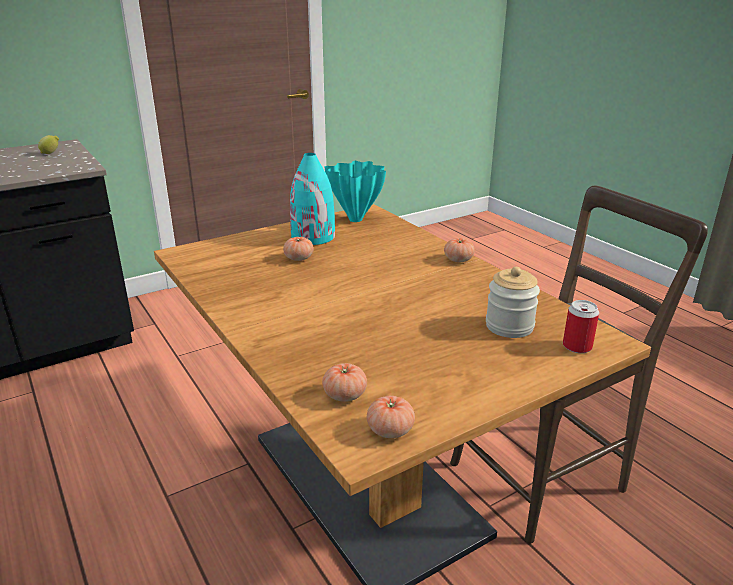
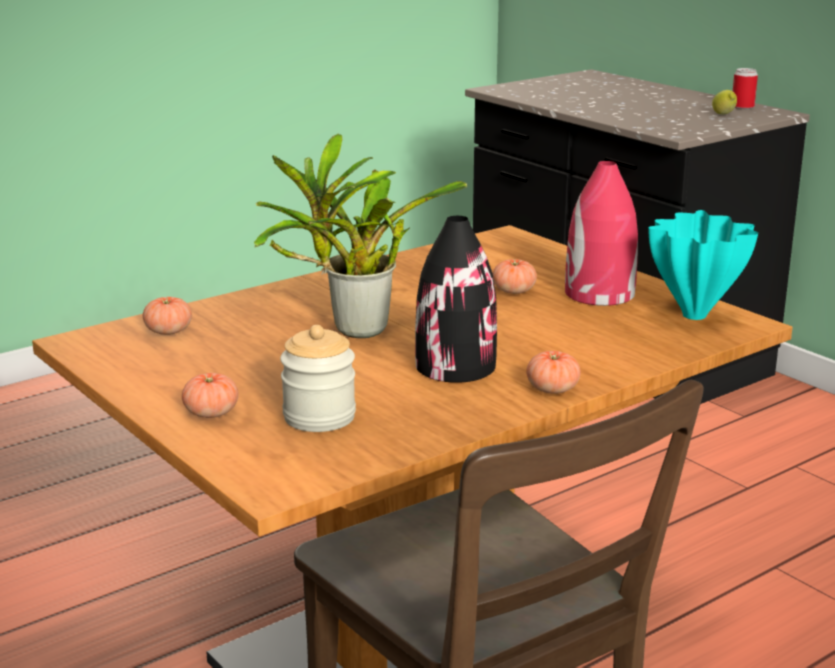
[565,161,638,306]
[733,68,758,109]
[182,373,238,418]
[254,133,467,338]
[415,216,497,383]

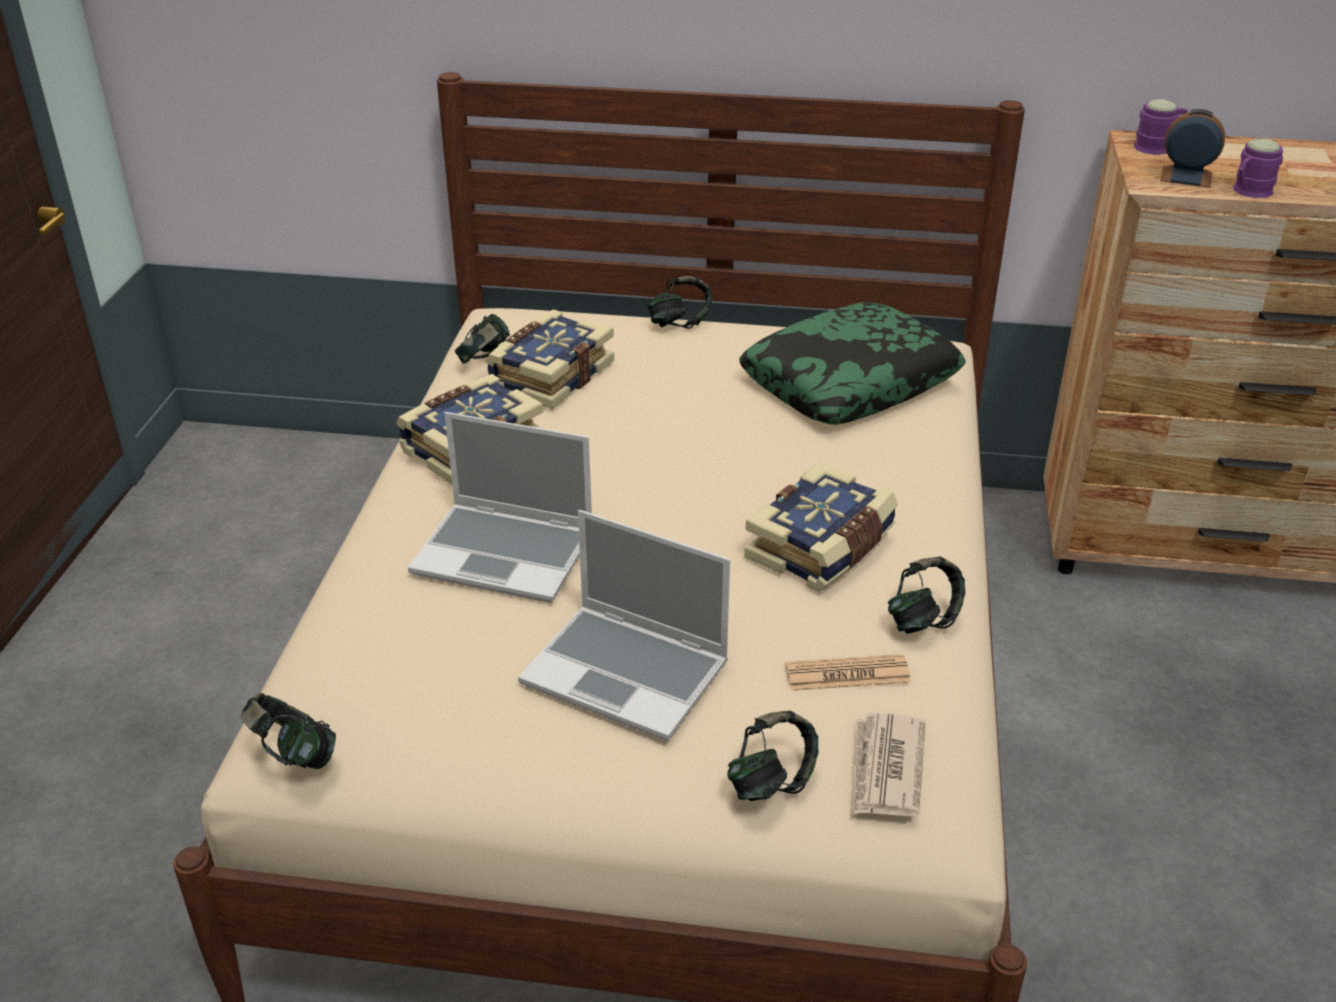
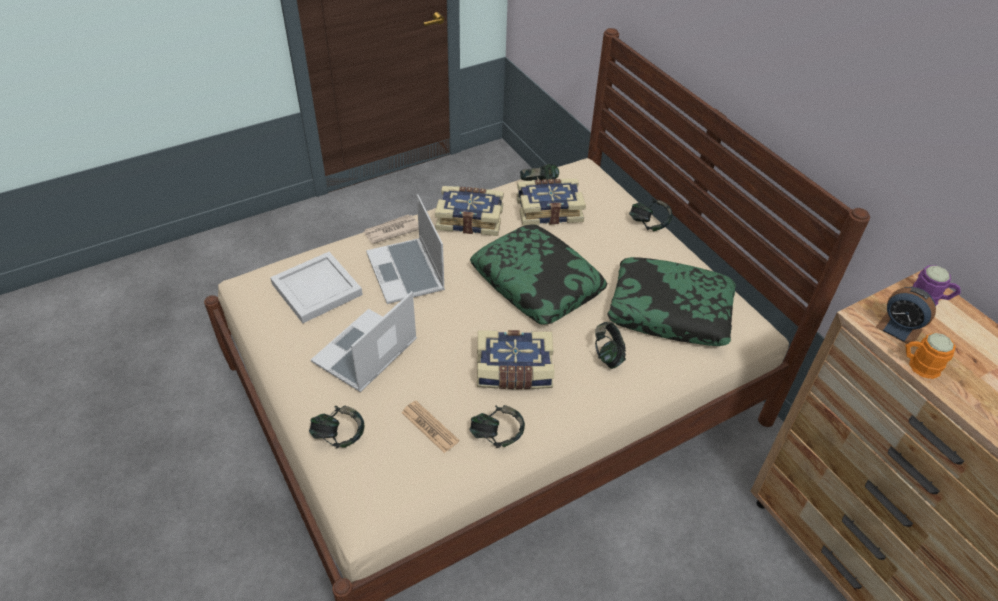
[876,287,936,344]
[905,333,956,379]
[311,291,417,392]
[595,322,626,369]
[364,215,419,244]
[470,224,607,325]
[270,252,363,323]

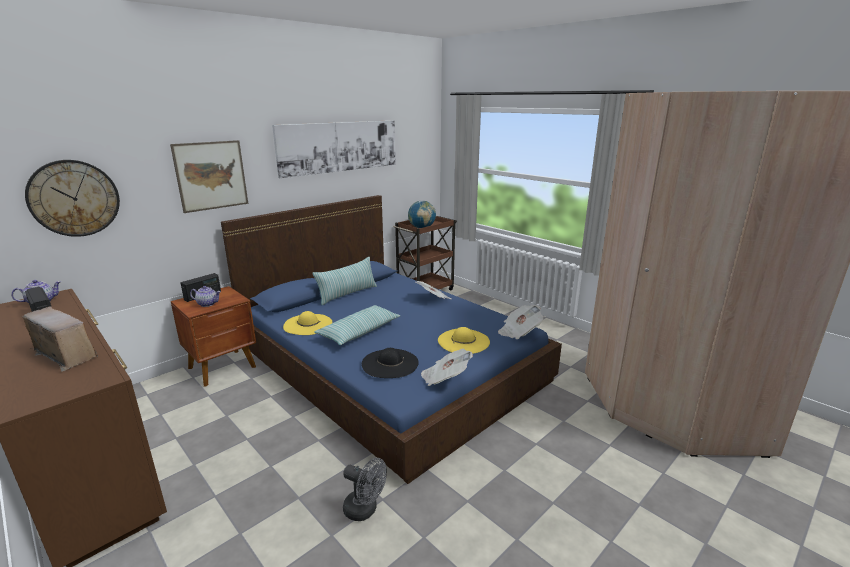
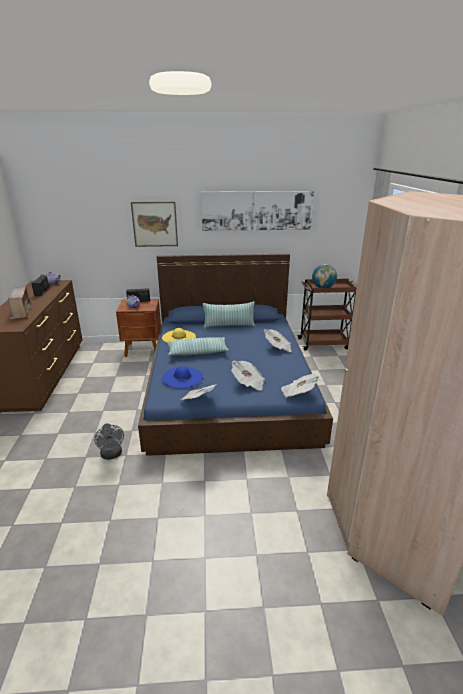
[25,160,120,237] (first image)
[231,361,265,391]
[162,366,203,389]

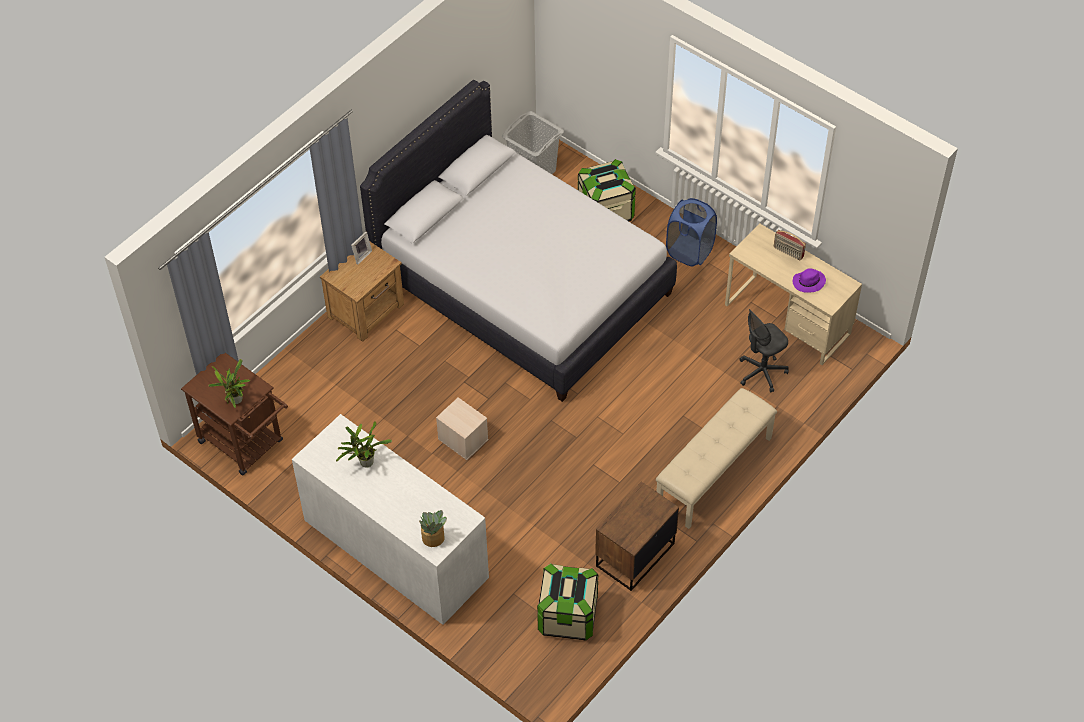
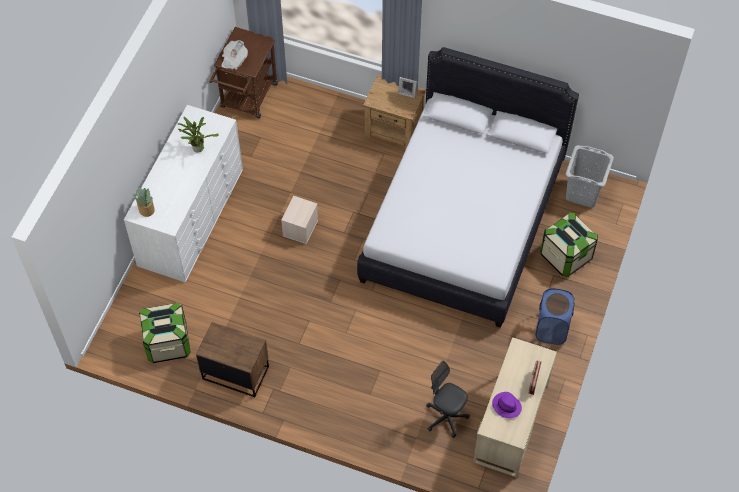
[222,40,248,70]
[656,388,777,529] (first image)

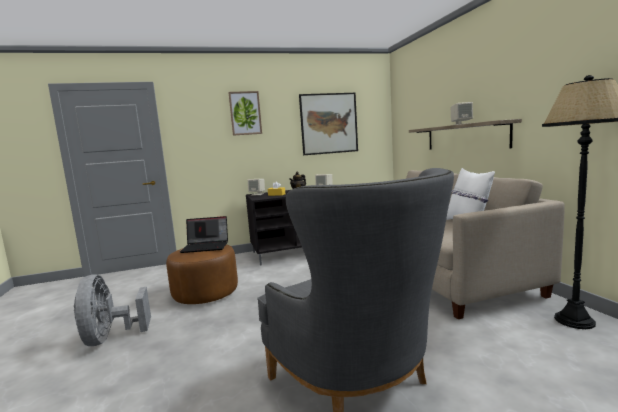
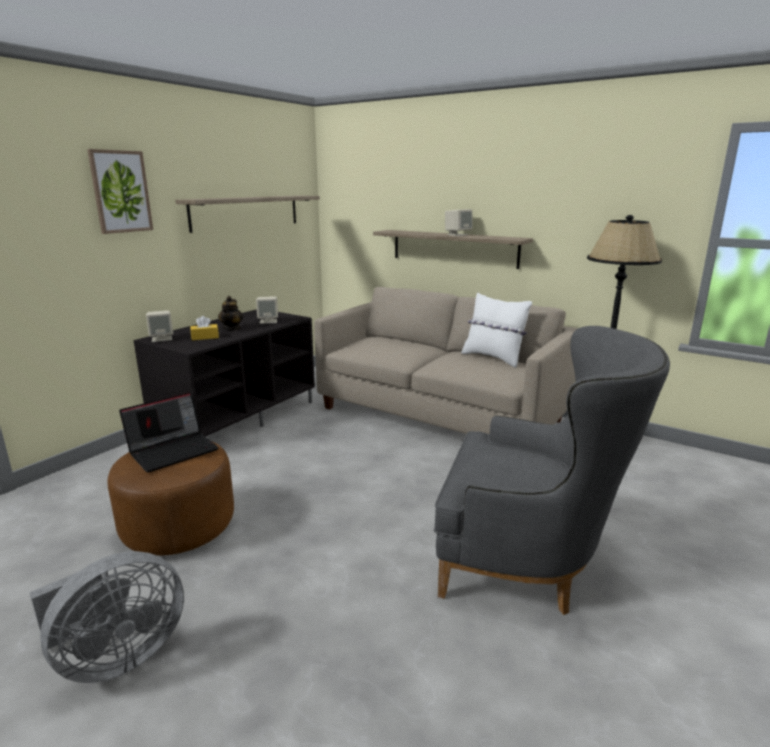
[175,196,320,233]
[29,551,184,683]

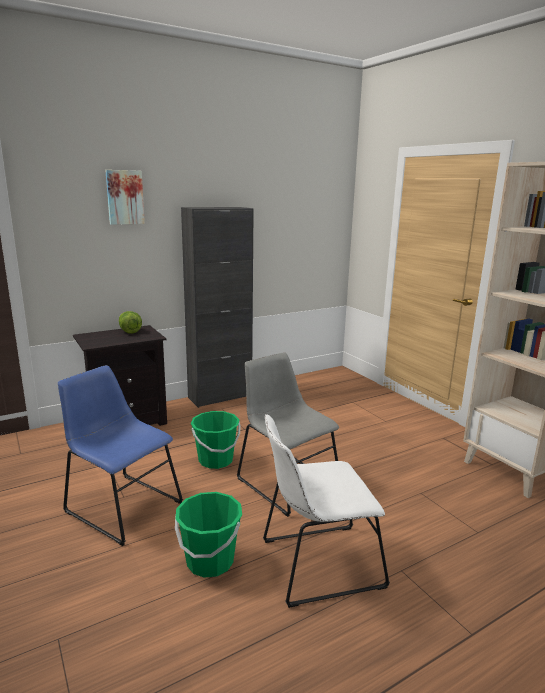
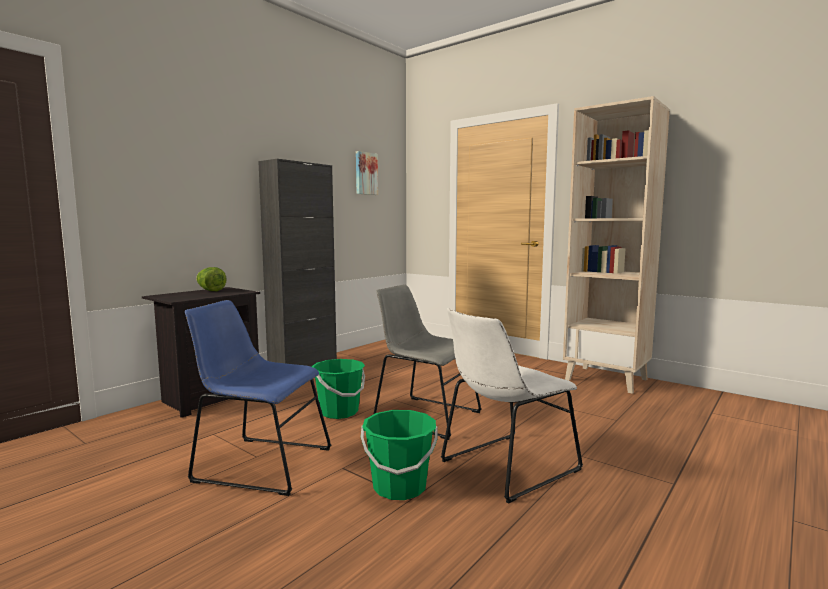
[356,151,378,195]

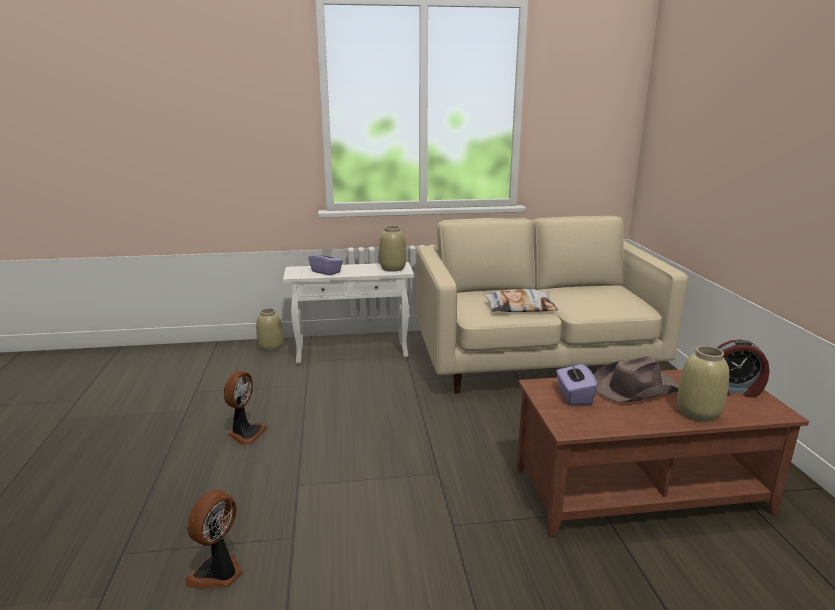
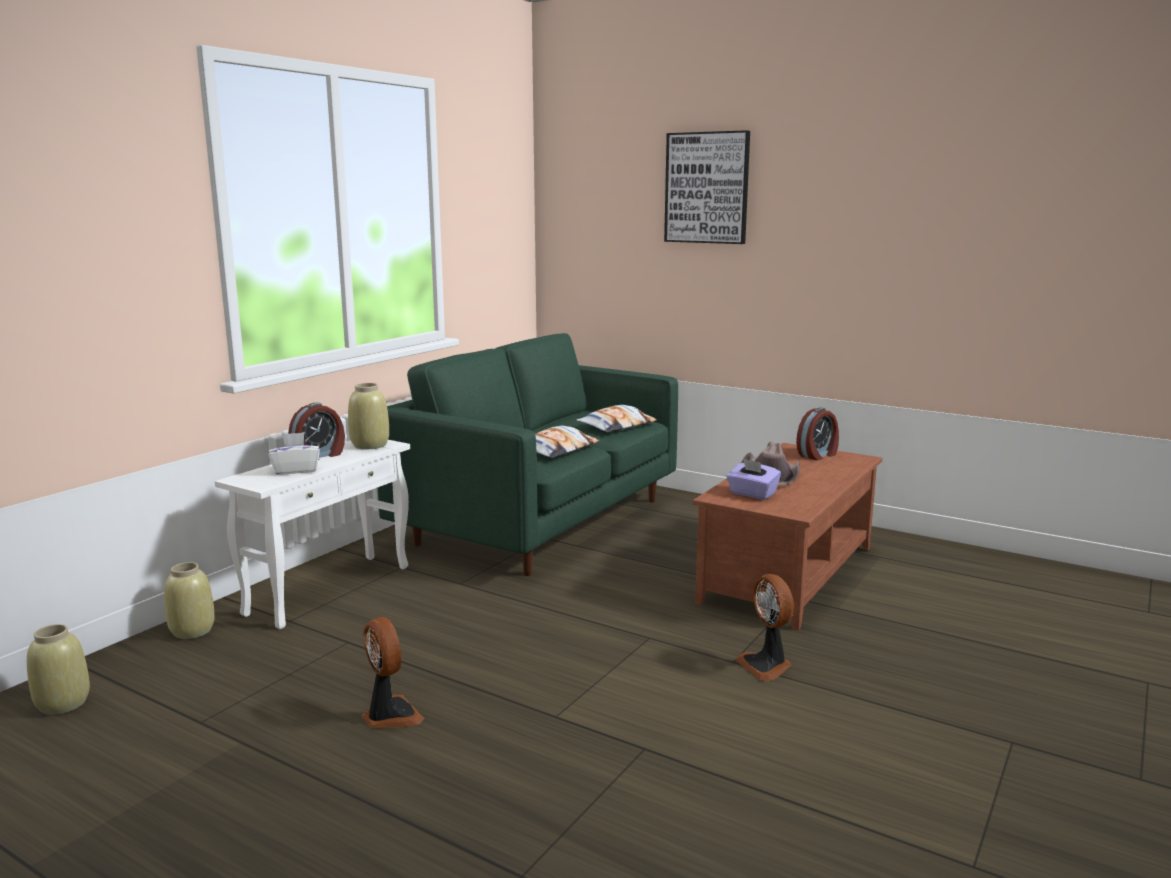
[378,333,678,576]
[268,432,320,475]
[27,624,90,715]
[735,574,794,681]
[664,130,750,244]
[288,403,345,460]
[576,405,657,432]

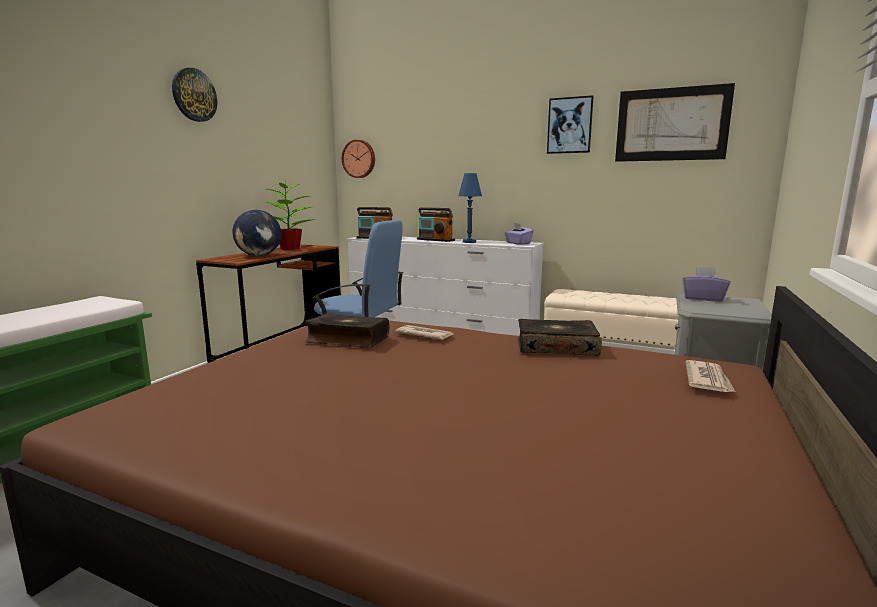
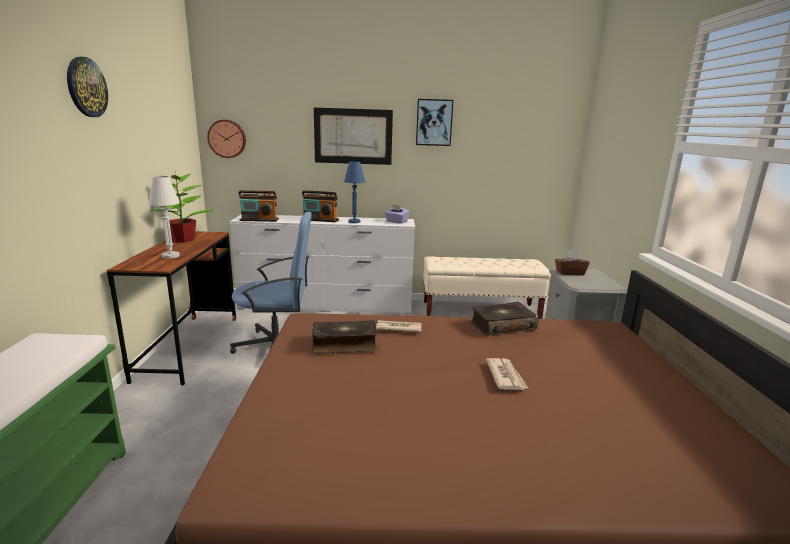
[314,108,393,165]
[148,176,180,259]
[555,251,590,276]
[486,358,529,390]

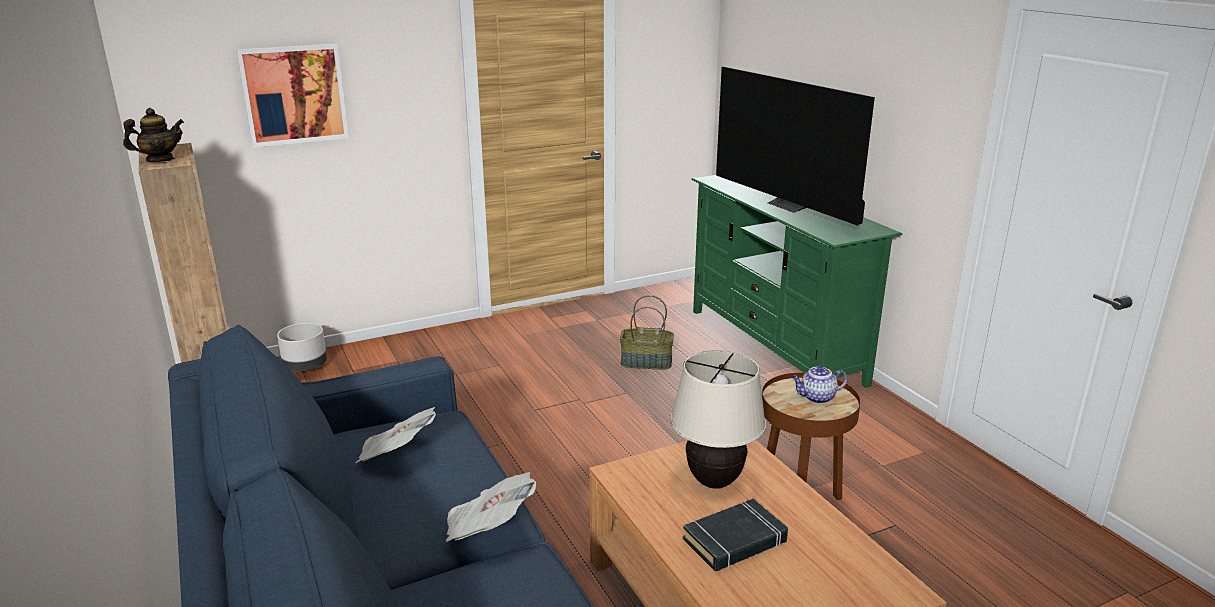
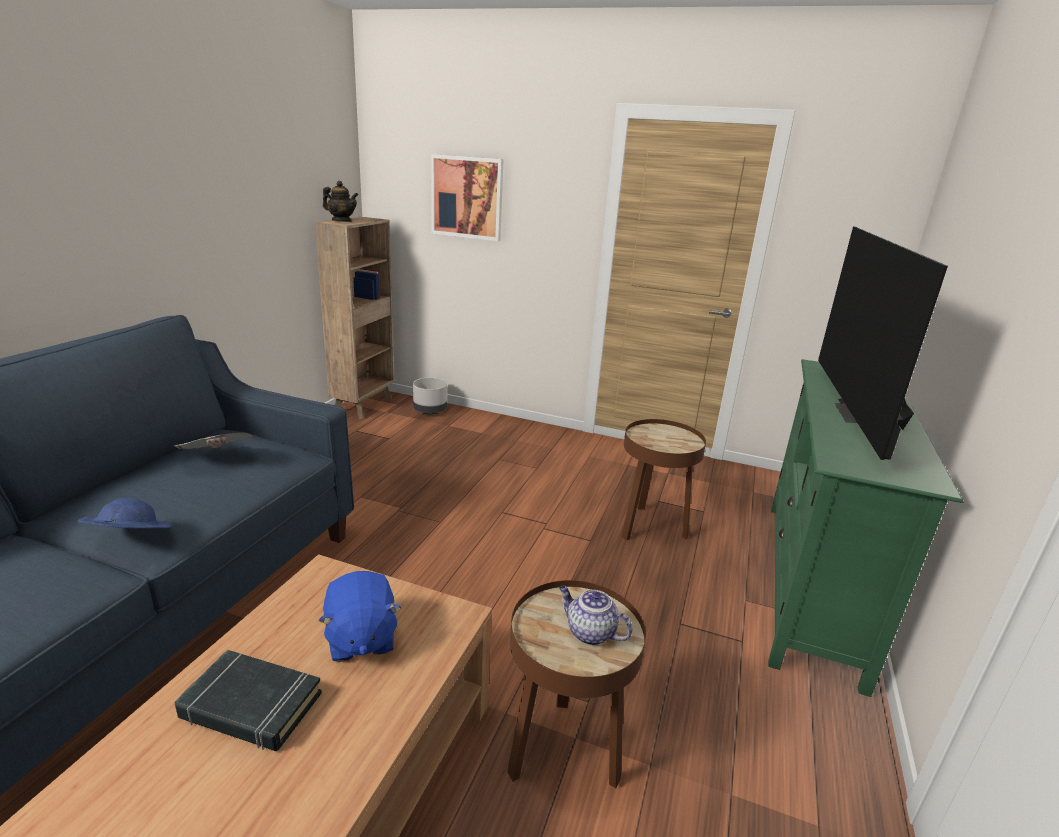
[621,419,706,540]
[319,571,401,662]
[77,498,173,529]

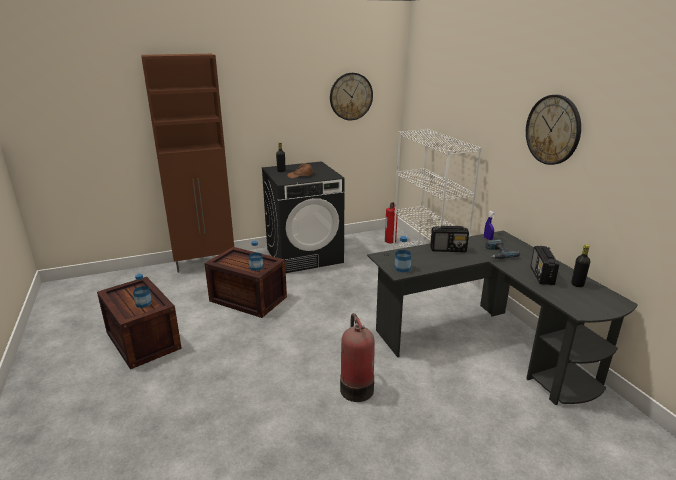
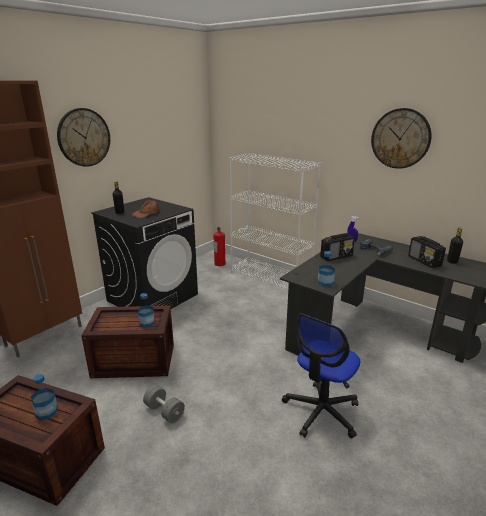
[57,108,110,167]
[282,313,360,439]
[143,385,185,423]

